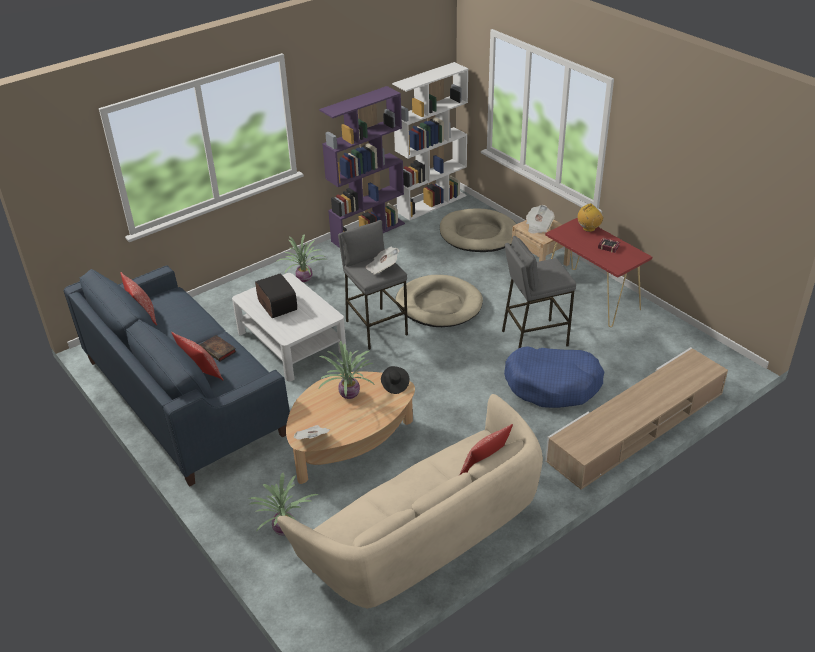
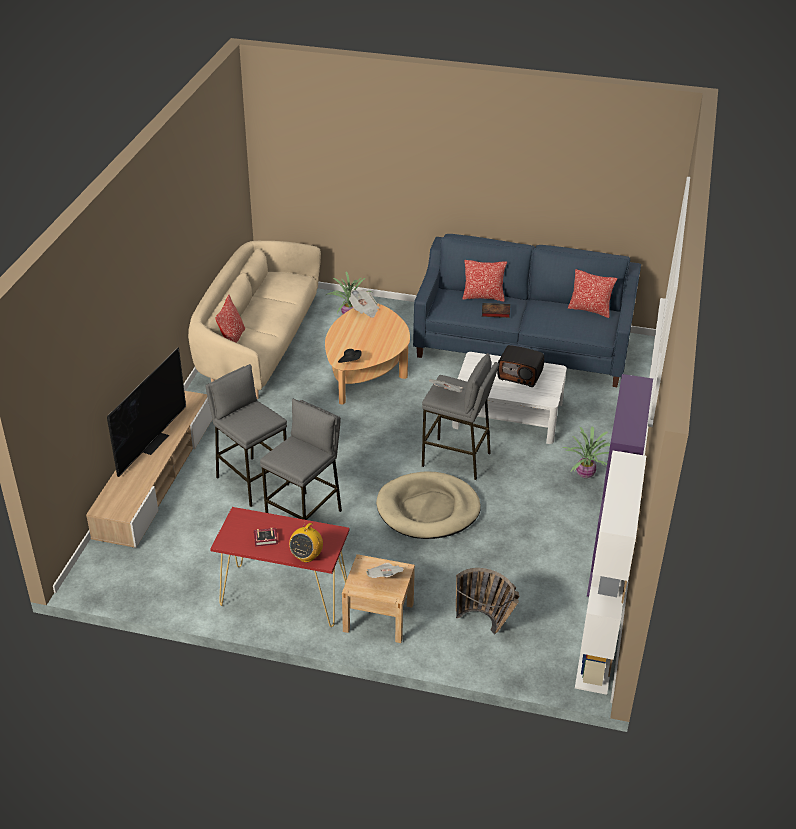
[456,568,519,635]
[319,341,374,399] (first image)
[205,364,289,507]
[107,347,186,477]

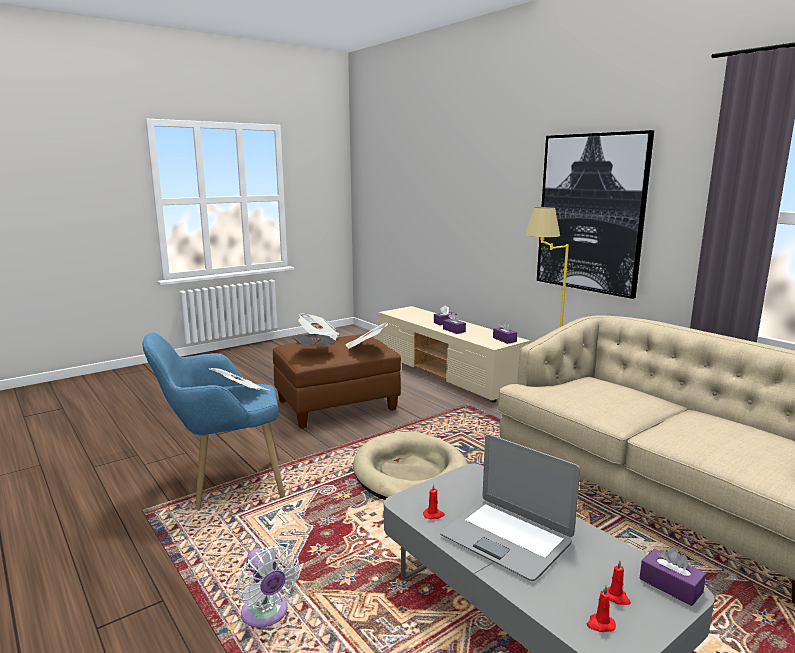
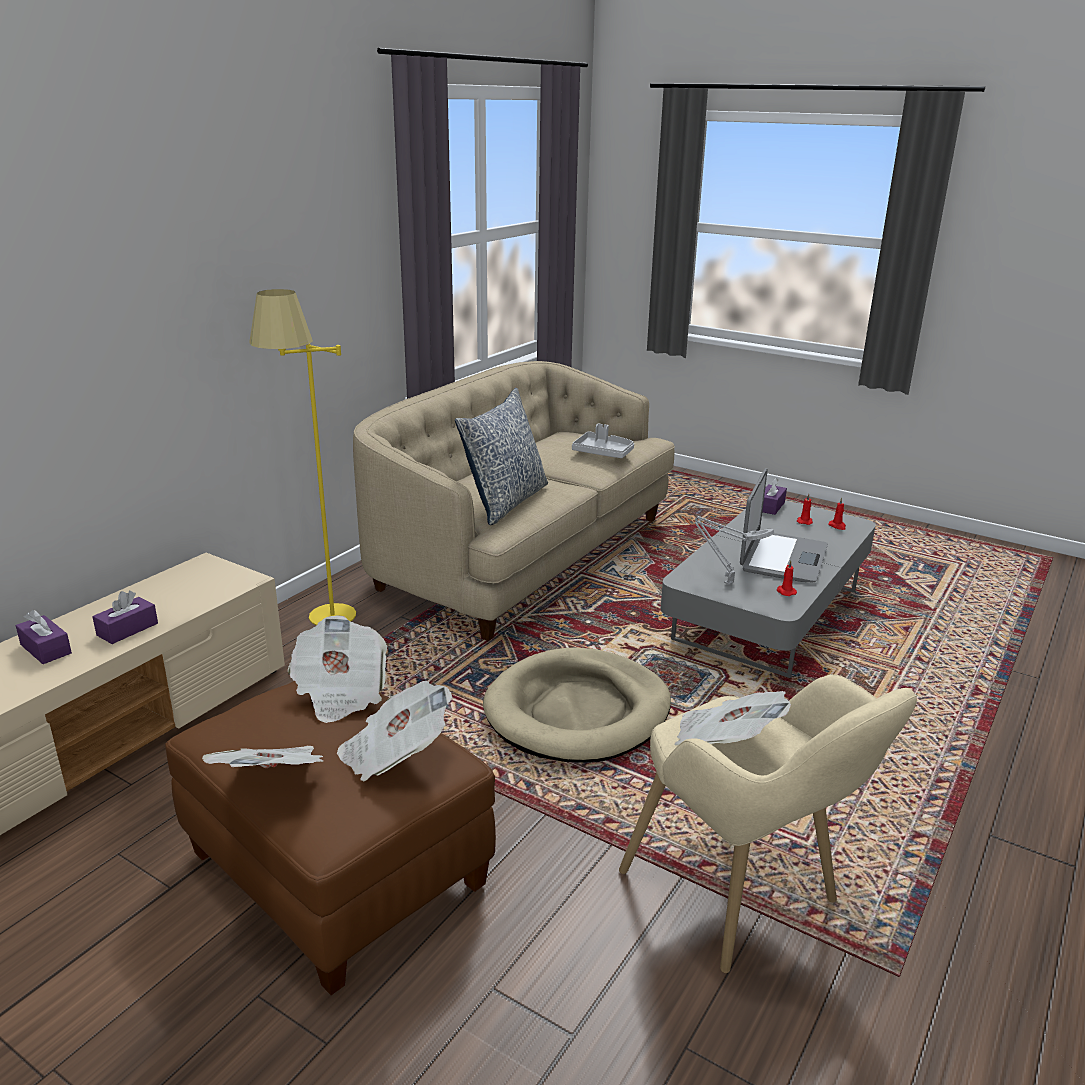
[537,130,654,299] (first image)
[493,321,517,344] (first image)
[619,674,917,973]
[237,546,300,628] (first image)
[455,388,548,525]
[572,424,634,458]
[695,516,774,585]

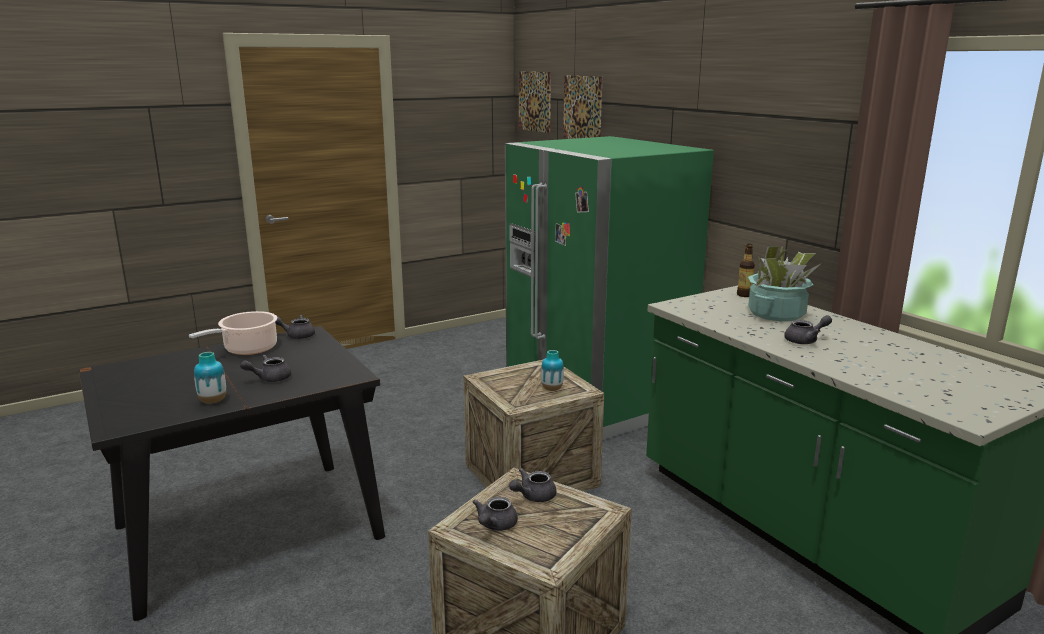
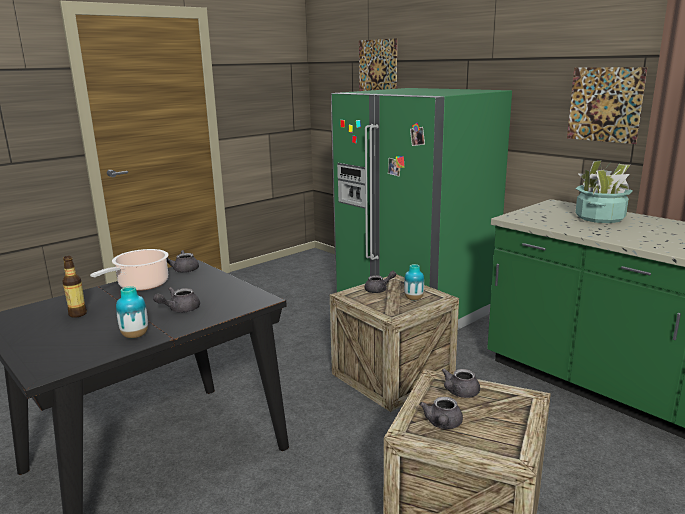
[567,67,647,144]
[62,256,87,318]
[365,271,396,293]

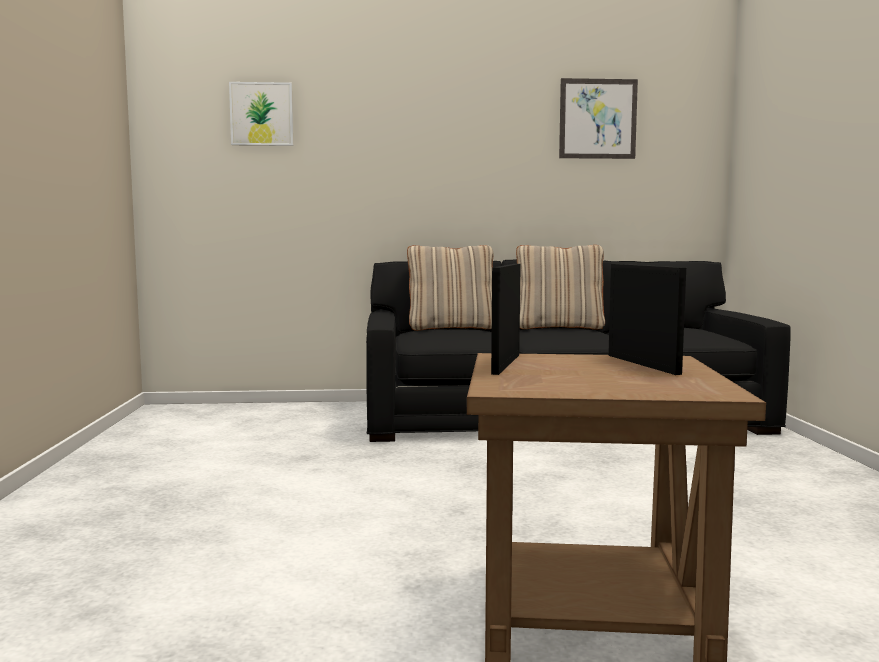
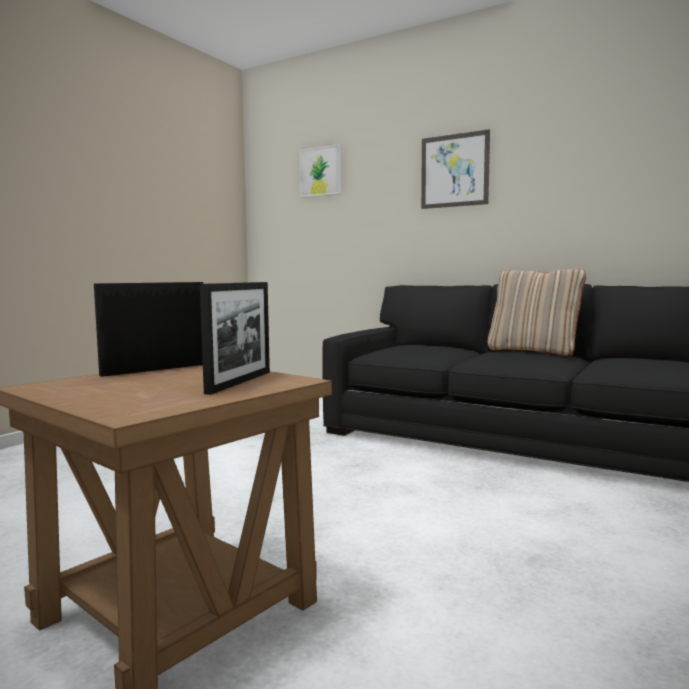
[421,129,490,209]
[407,245,493,331] (first image)

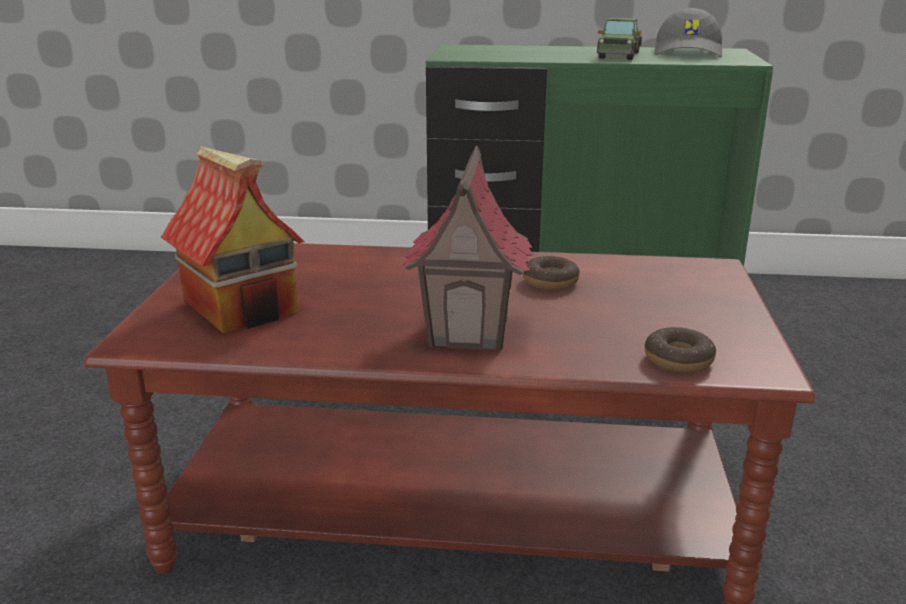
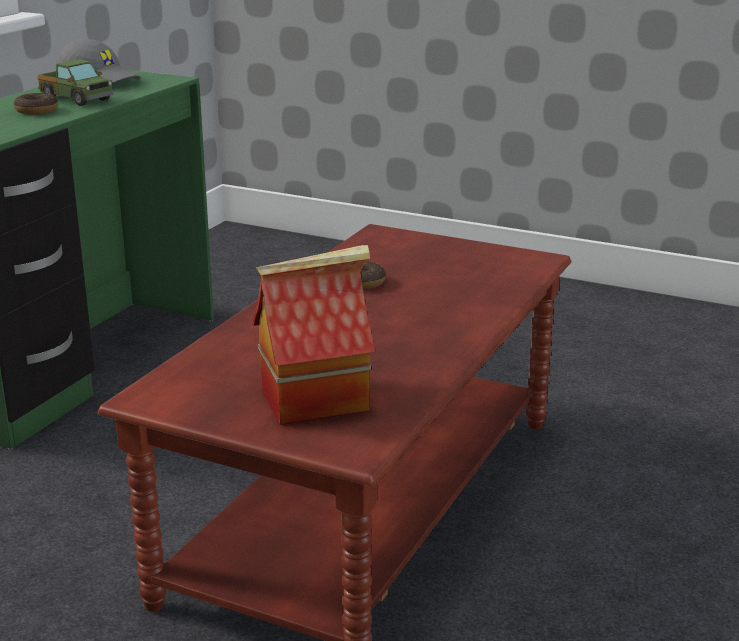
[403,146,533,351] (first image)
[14,93,58,115]

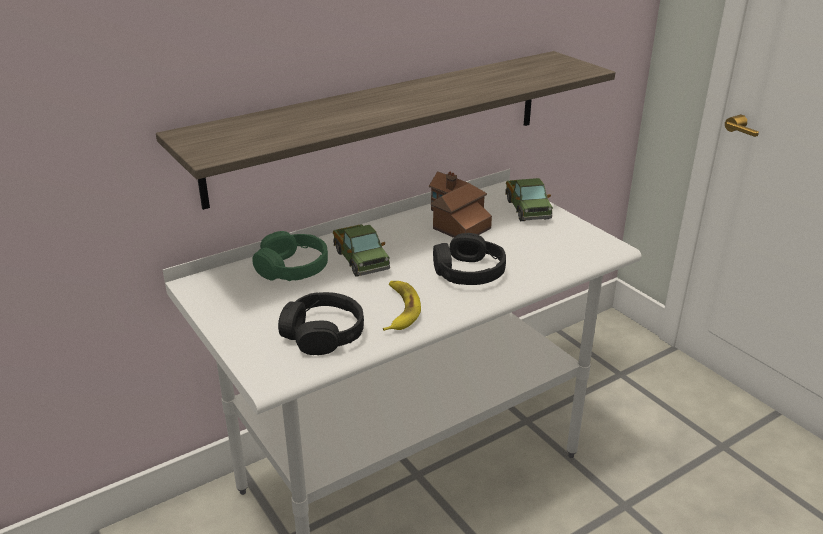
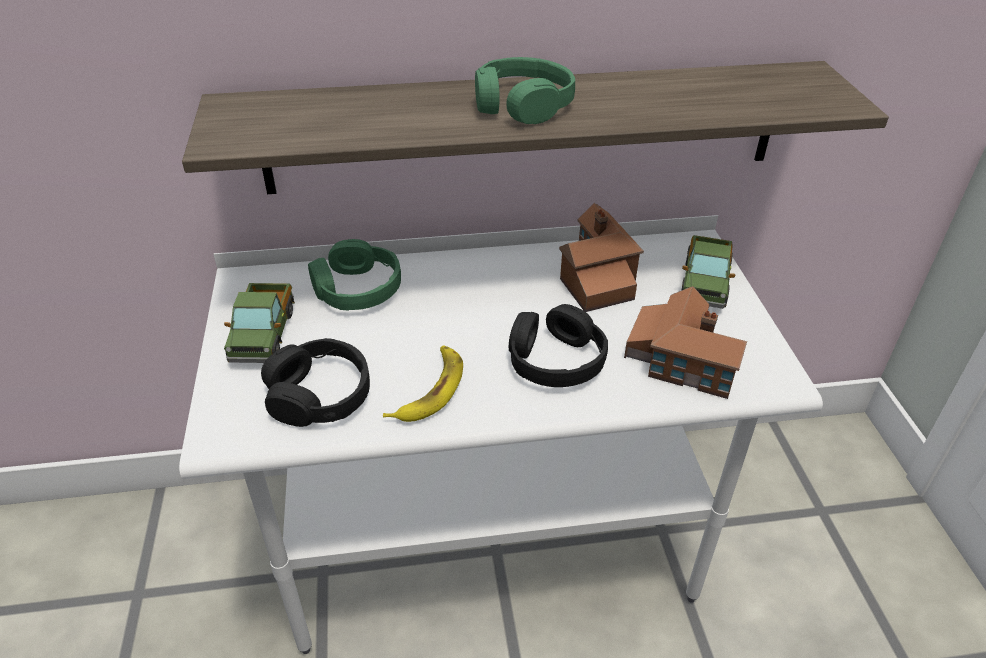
[224,283,295,363]
[475,57,575,124]
[624,286,747,399]

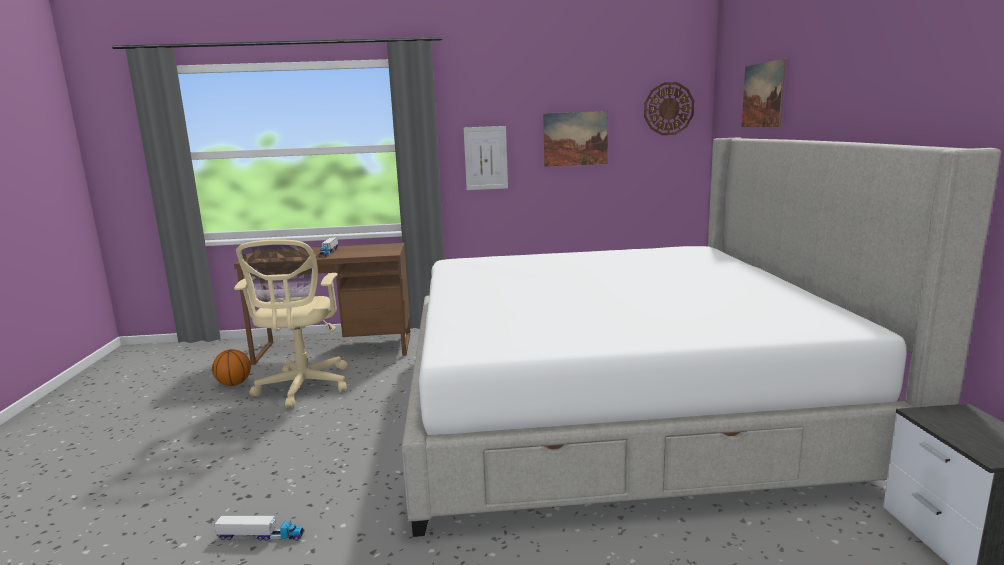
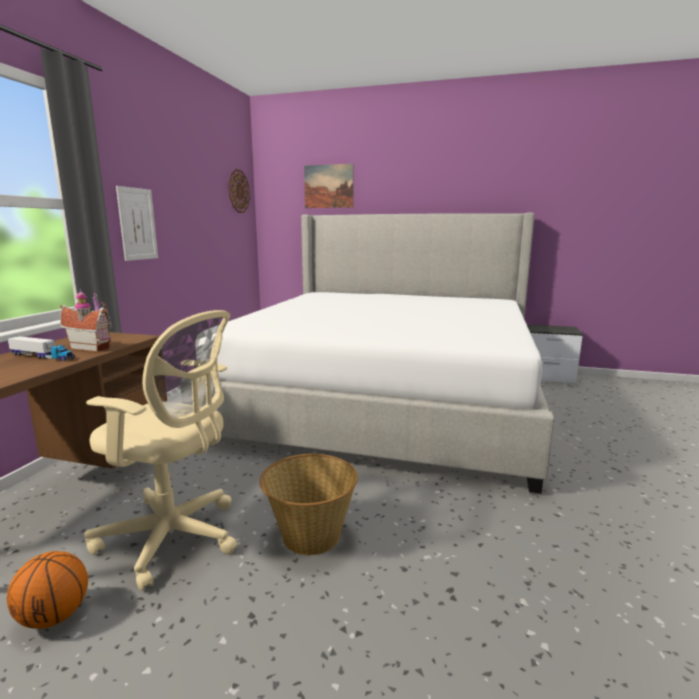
[543,111,608,167] (first image)
[214,516,304,541] (first image)
[60,289,112,352]
[259,454,358,555]

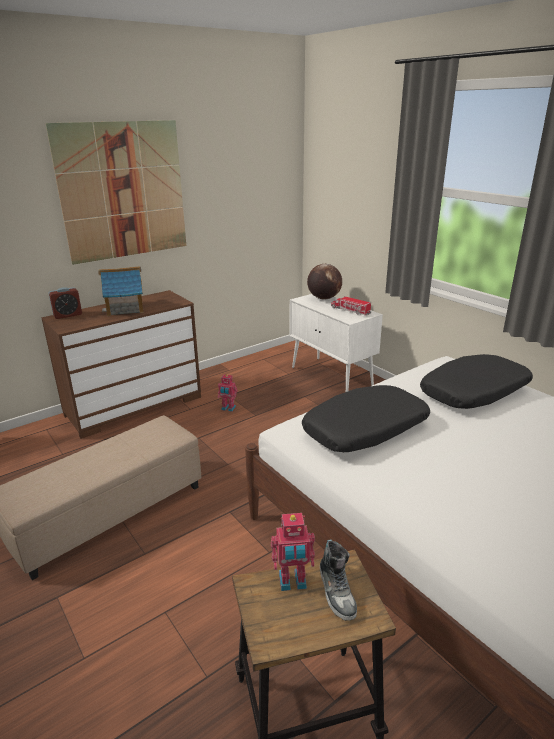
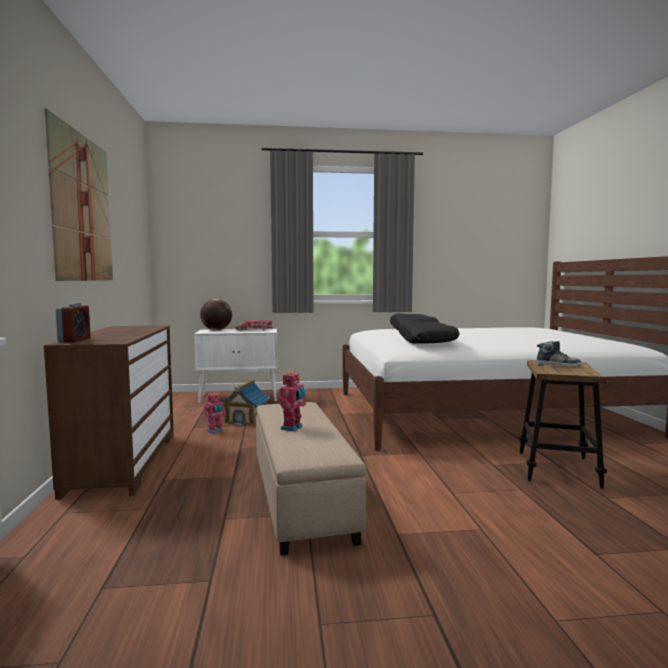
[223,380,270,426]
[279,371,306,432]

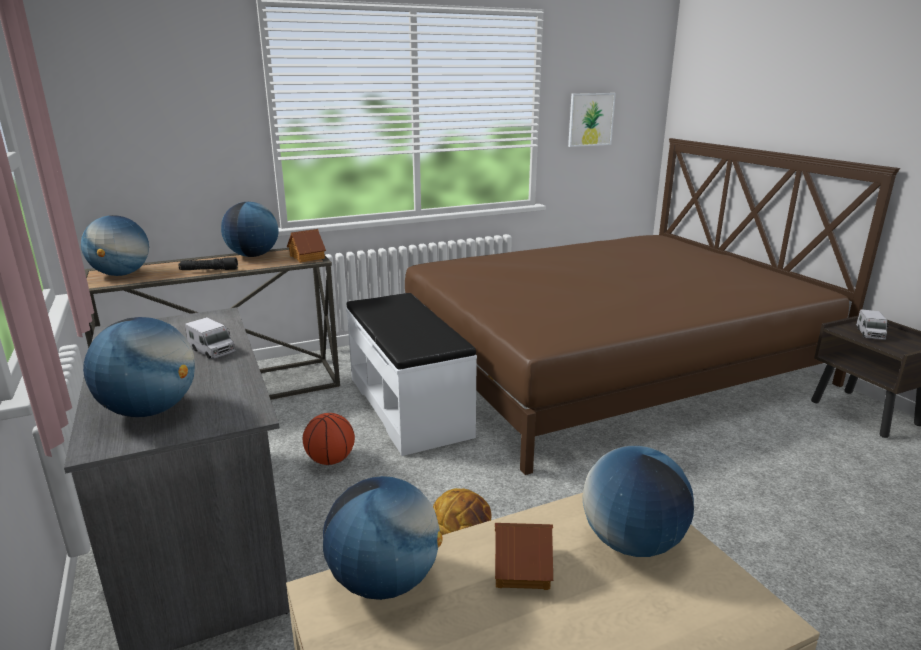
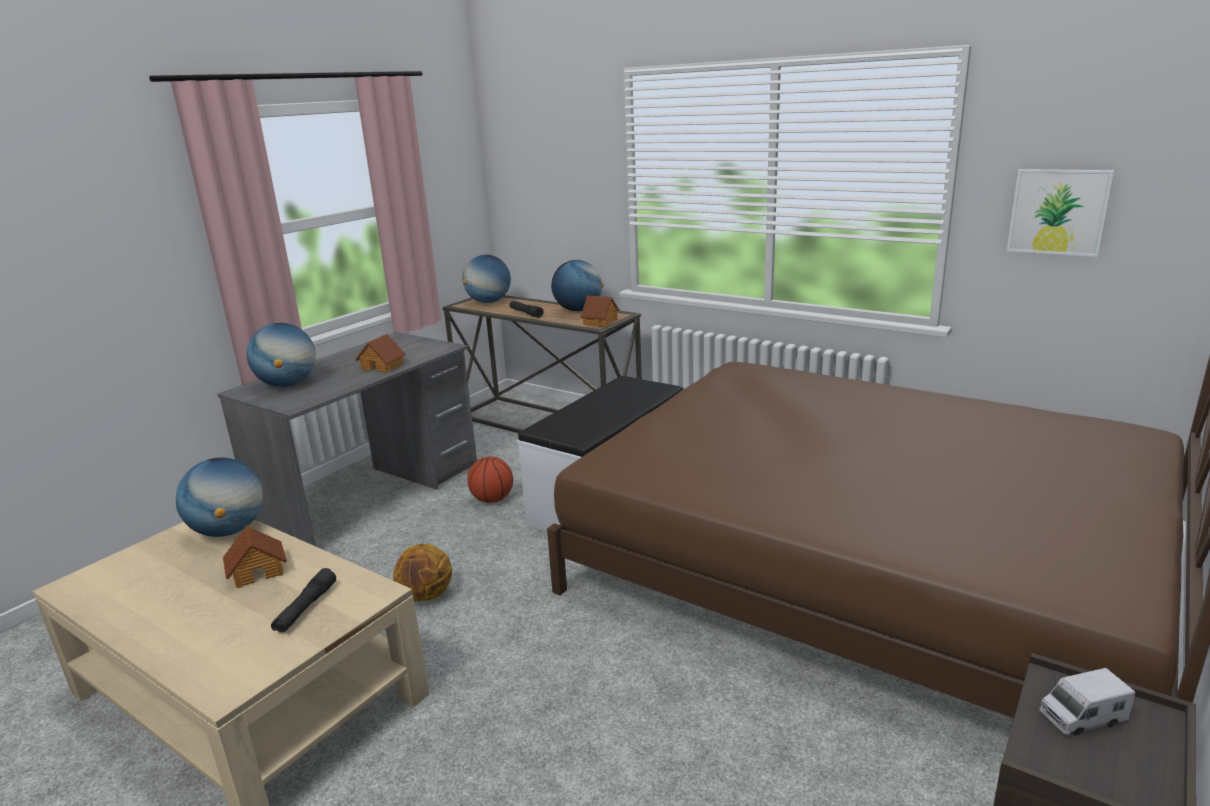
[355,334,405,373]
[271,568,336,632]

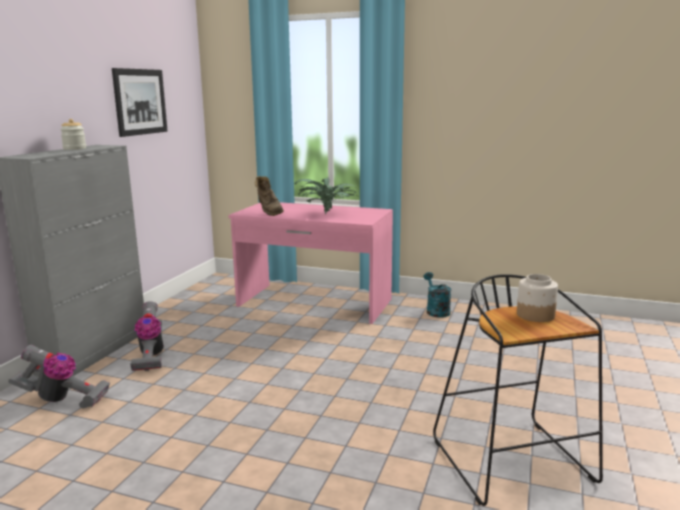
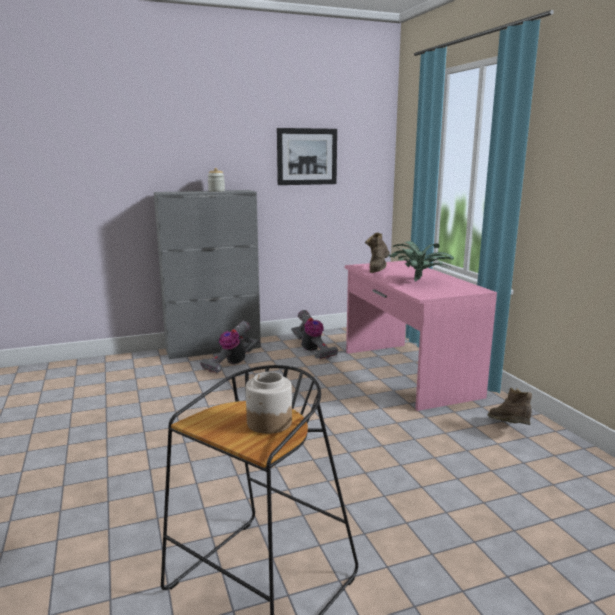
[488,388,532,425]
[291,310,338,359]

